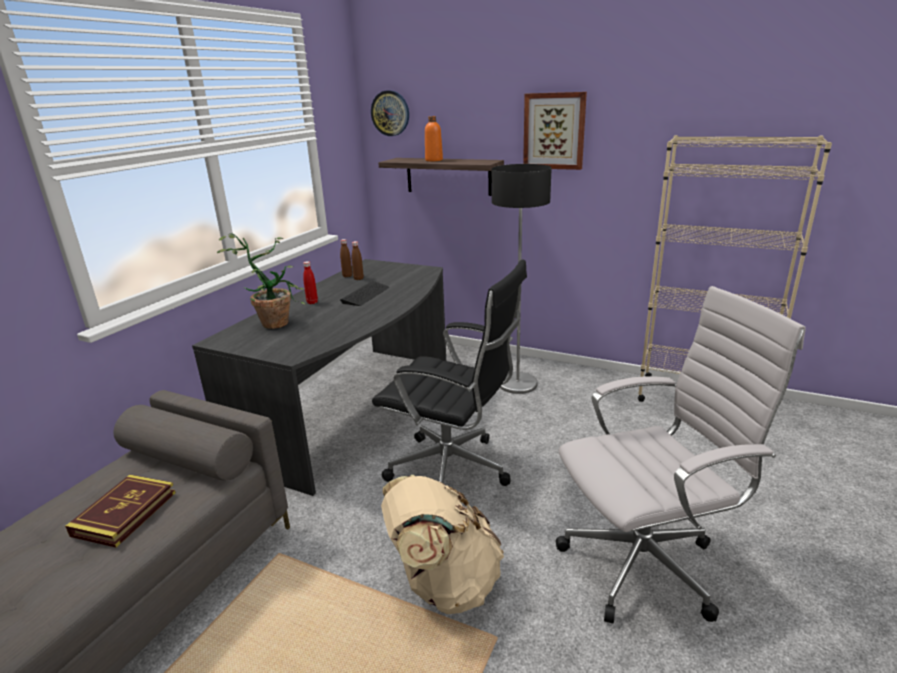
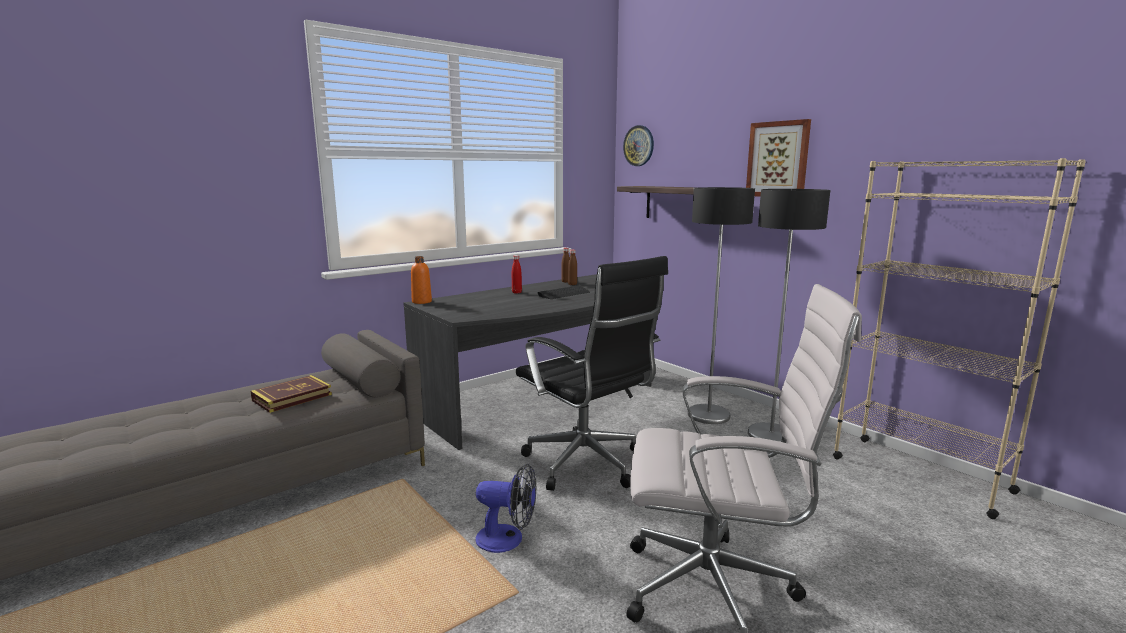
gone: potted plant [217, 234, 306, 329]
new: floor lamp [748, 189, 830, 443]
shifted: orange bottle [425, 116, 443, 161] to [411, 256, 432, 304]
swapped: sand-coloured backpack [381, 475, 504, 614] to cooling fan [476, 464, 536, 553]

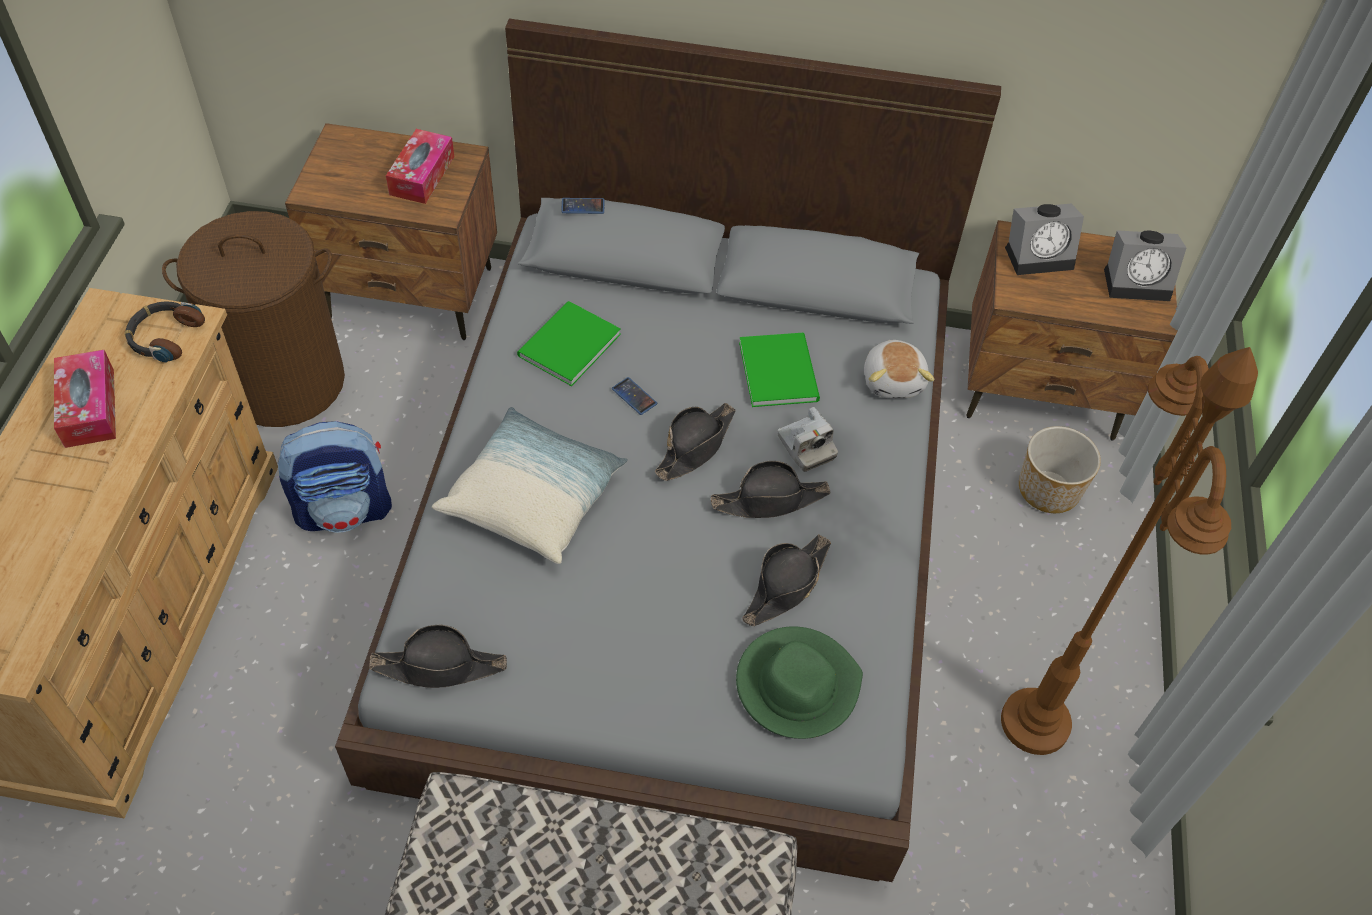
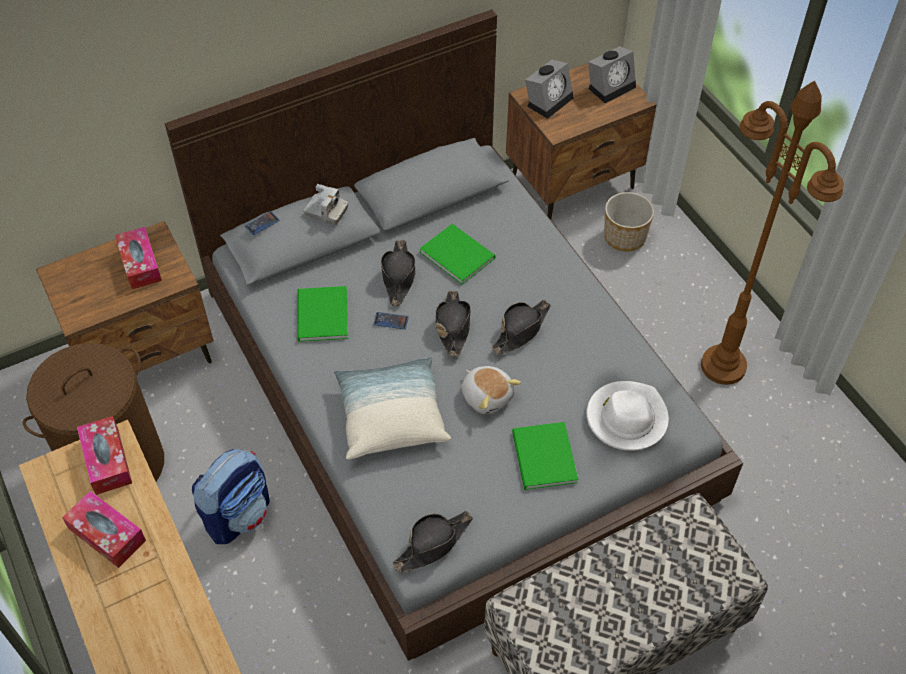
new: greenish book [512, 422, 578, 490]
shifted: plush toy [864, 340, 934, 399] to [462, 366, 521, 414]; photo camera [778, 407, 838, 472] to [304, 184, 348, 225]; blackish wearable hat [742, 534, 831, 626] to [381, 240, 416, 306]
swapped: pair of headphones [125, 301, 205, 363] to box of tissues [77, 416, 132, 495]
repainted: greenish wearable hat [736, 626, 863, 739] to white wearable hat [587, 381, 669, 451]

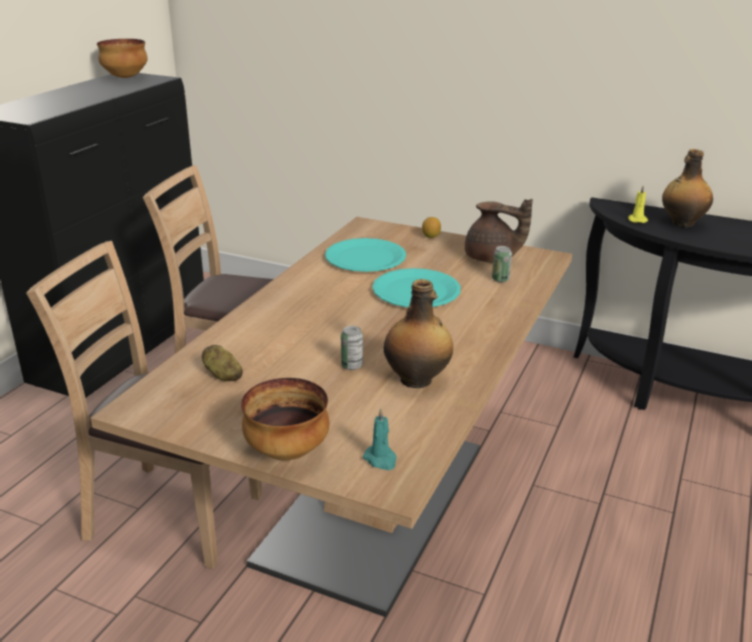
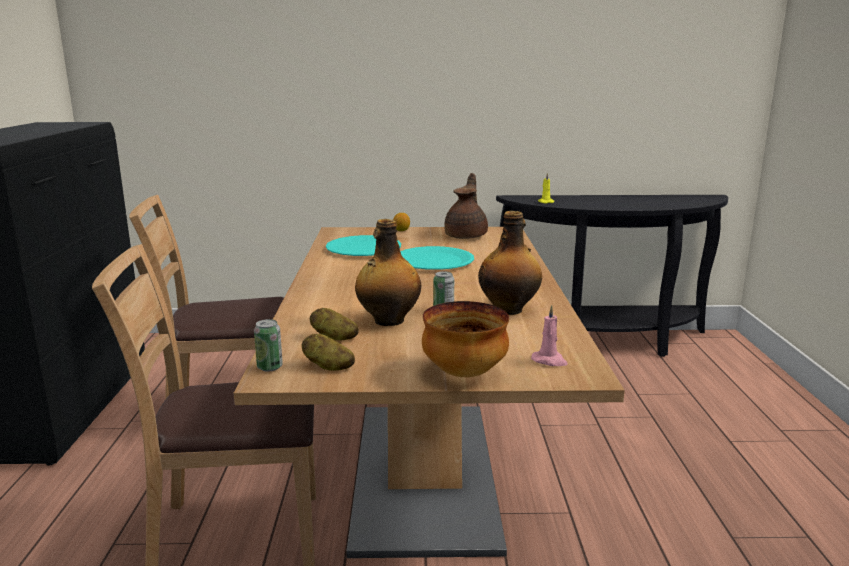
gone: serving bowl [97, 39, 148, 78]
new: whole potato [302, 334, 355, 371]
shifted: bottle [662, 149, 713, 227] to [355, 219, 421, 326]; sealed can [492, 246, 512, 283] to [254, 319, 283, 372]
repainted: blue-green wax candle [363, 408, 397, 470] to pink-coloured wax candle [531, 305, 568, 366]
rotated: brown pot for tea [465, 199, 533, 263] = [444, 173, 488, 239] 75 degrees counterclockwise

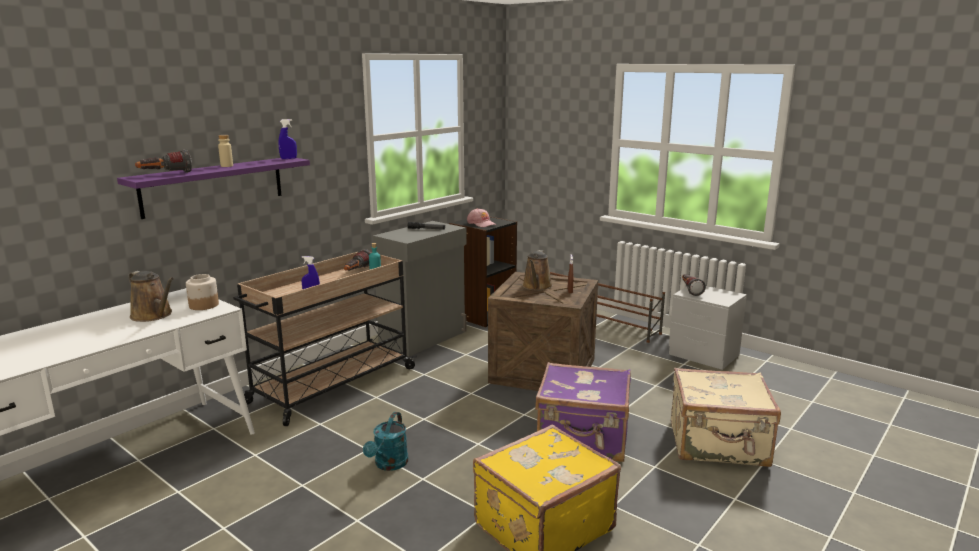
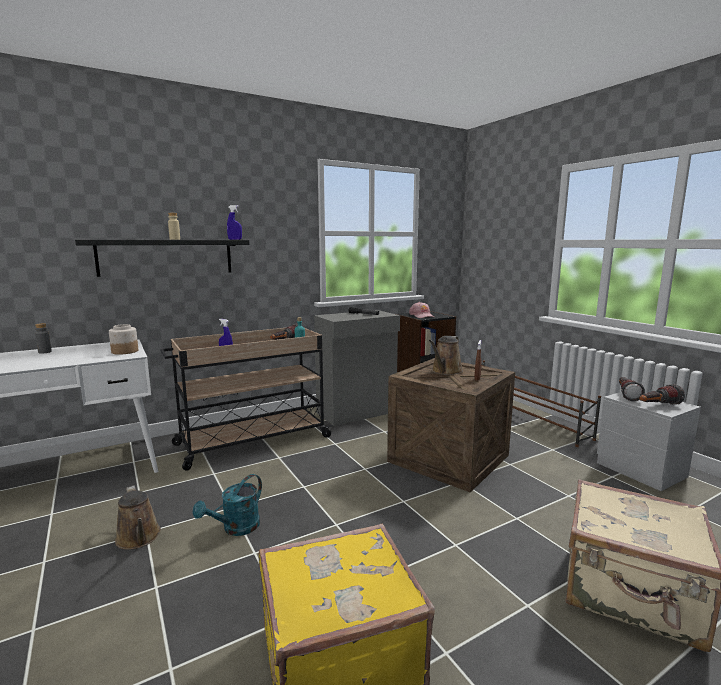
gone: purplish travel case [535, 362, 631, 462]
new: gray bottle [35, 323, 52, 354]
shifted: flashlight [135, 149, 192, 173] to [639, 384, 685, 405]; brown watering can [129, 271, 174, 322] to [115, 486, 161, 550]
repainted: purplish bracket shelf [117, 158, 310, 219] to blackish bracket shelf [75, 240, 249, 277]

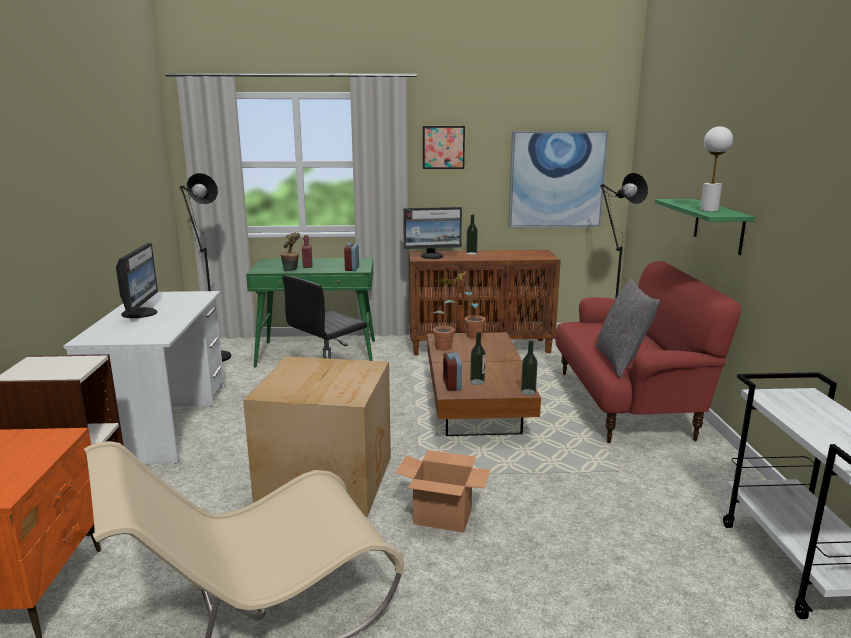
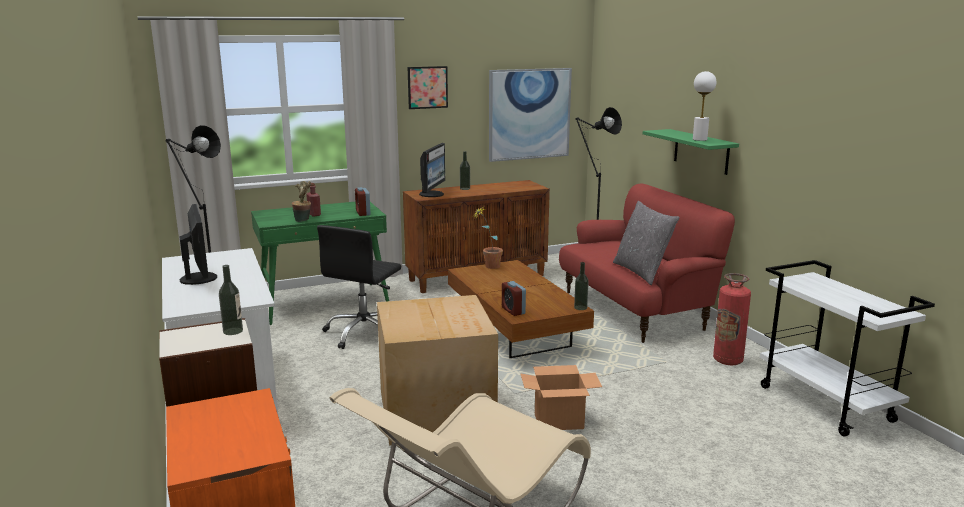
gone: potted plant [430, 277, 457, 351]
new: fire-fighting cylinder [713, 273, 751, 365]
shifted: bottle [470, 332, 485, 385] to [219, 265, 243, 335]
rotated: computer display [403, 207, 462, 259] = [419, 143, 445, 197] 45 degrees counterclockwise

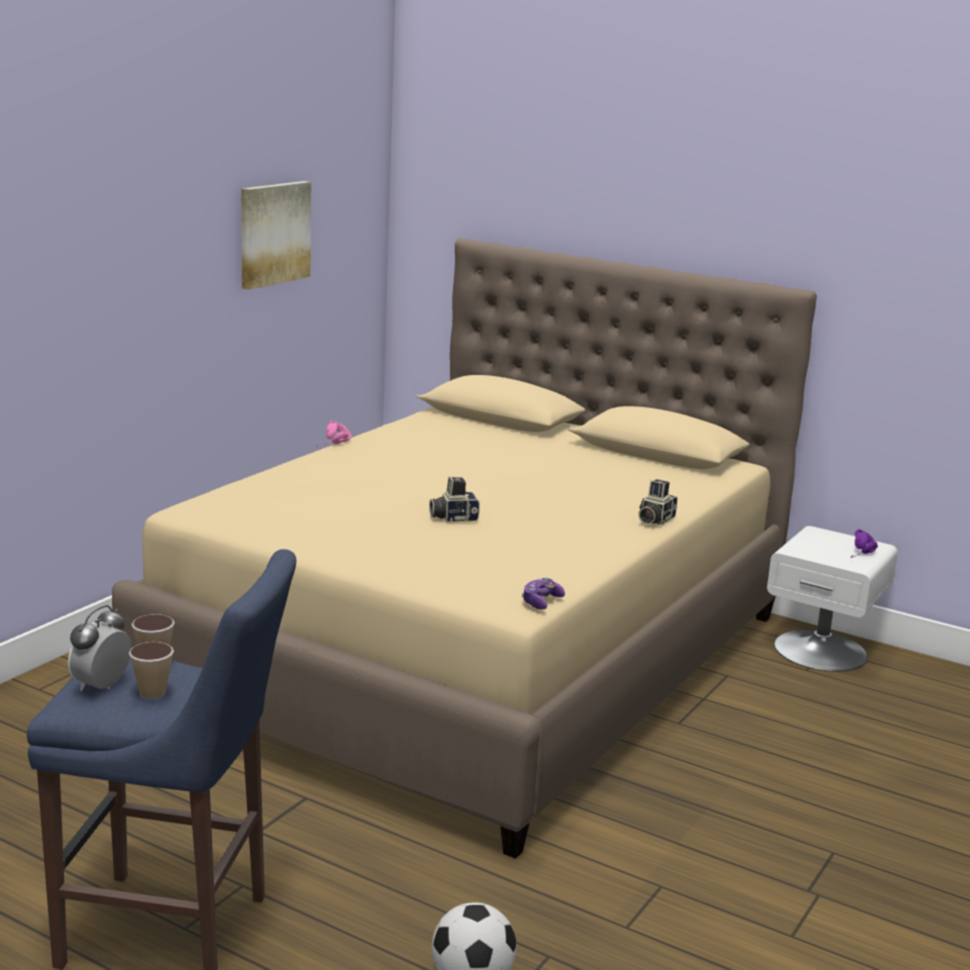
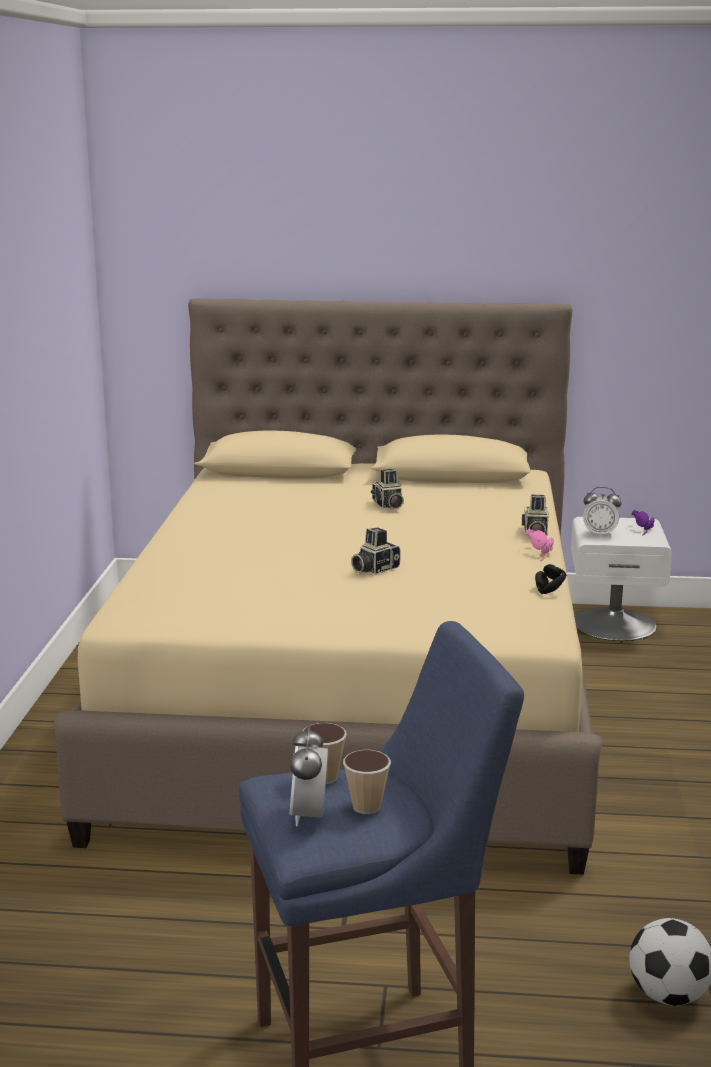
gone: wall picture [241, 181, 311, 290]; gamepad [522, 578, 565, 610]
new: photo camera [371, 469, 404, 509]; alarm clock [583, 487, 622, 537]; blackish pair of headphones [535, 564, 567, 594]
shifted: pink-coloured pair of headphones [317, 420, 352, 447] to [525, 529, 554, 561]

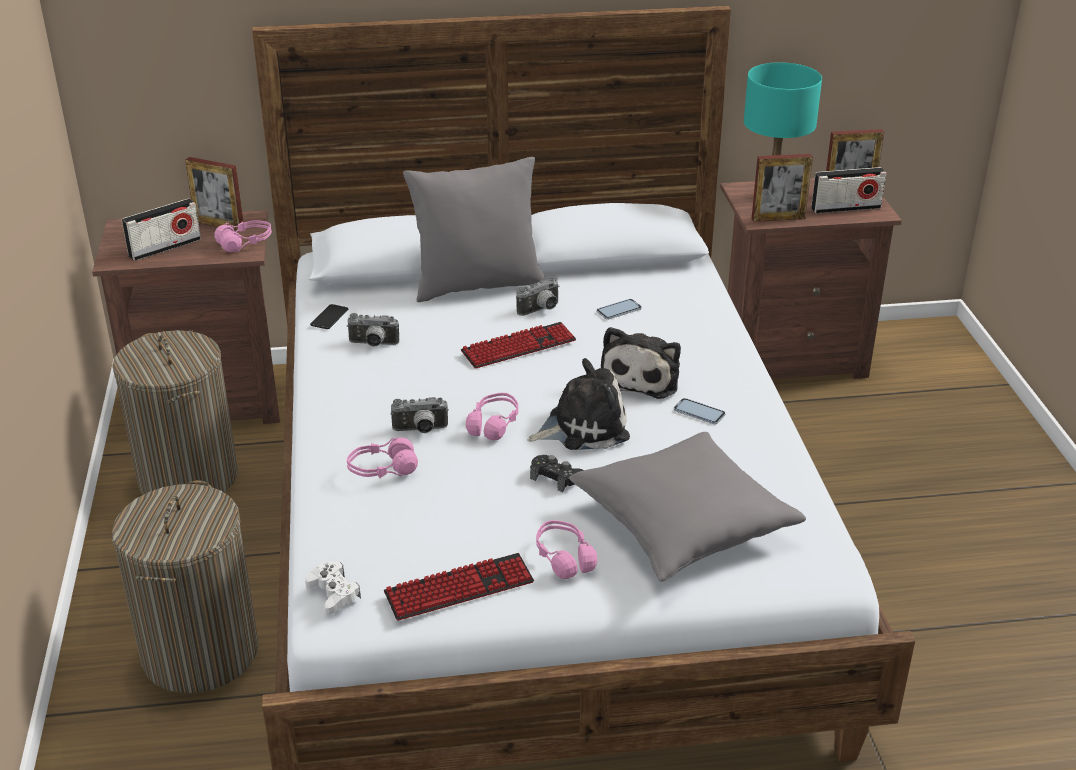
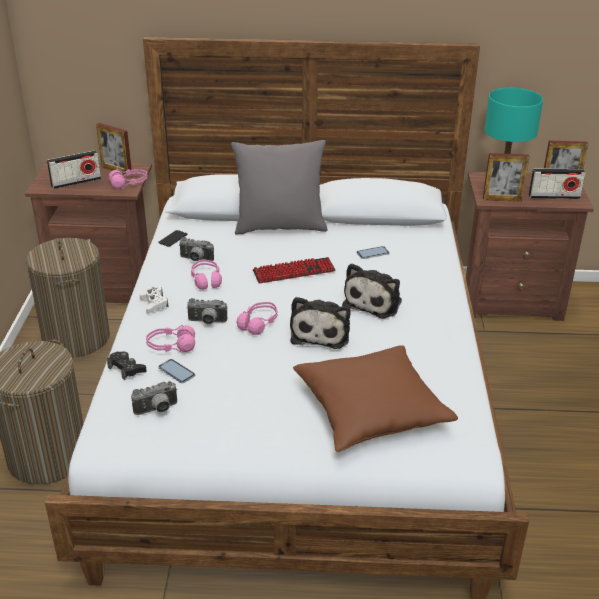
gone: PC keyboard [384, 553, 534, 621]
shifted: photo camera [516, 278, 560, 316] to [131, 381, 178, 415]; telephone [674, 398, 726, 424] to [158, 359, 195, 383]; blackish gamepad [530, 455, 584, 492] to [107, 352, 147, 380]; pink-coloured pair of headphones [536, 520, 597, 579] to [191, 259, 222, 290]; white gamepad [305, 561, 361, 615] to [139, 286, 169, 314]
repainted: gray pillow [569, 432, 806, 582] to brown pillow [293, 345, 458, 452]
rotated: plush toy [527, 358, 630, 450] = [290, 297, 351, 349] 105 degrees clockwise

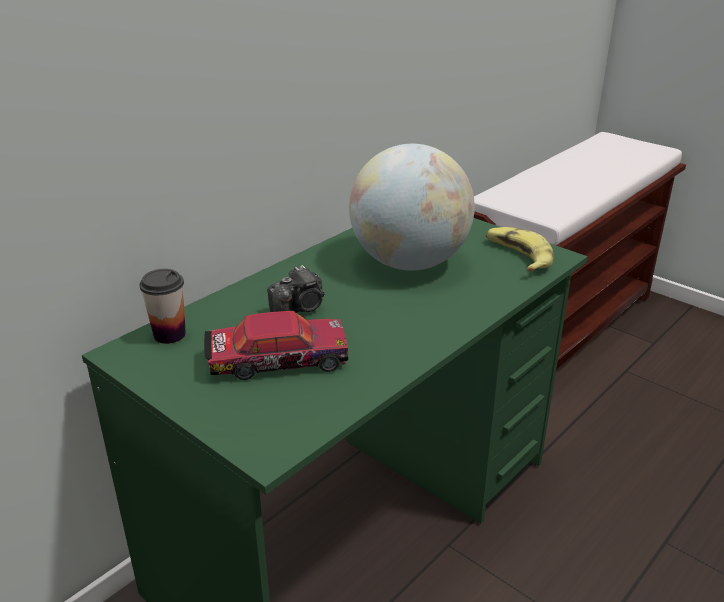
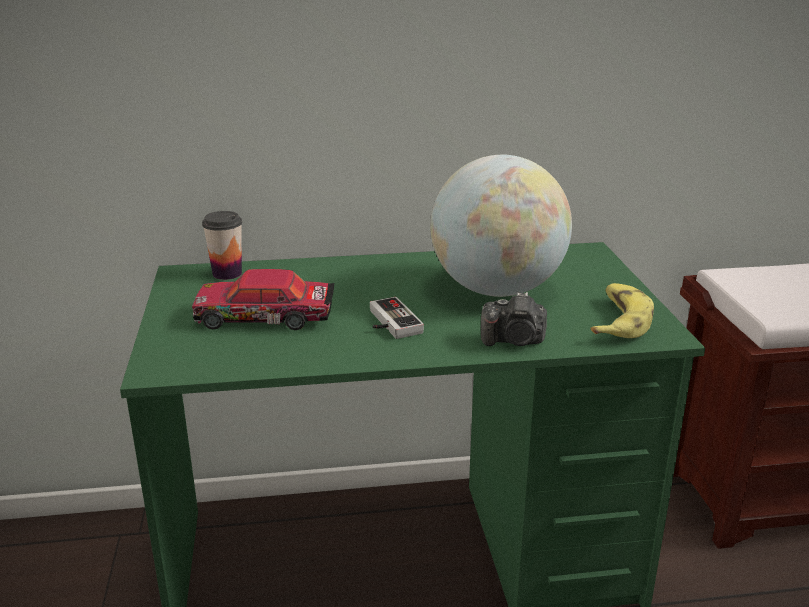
new: gamepad [370, 297, 424, 339]
shifted: photo camera [267, 265, 325, 313] to [481, 292, 547, 346]
rotated: model car [204, 311, 348, 380] = [192, 269, 334, 330] 150 degrees clockwise

